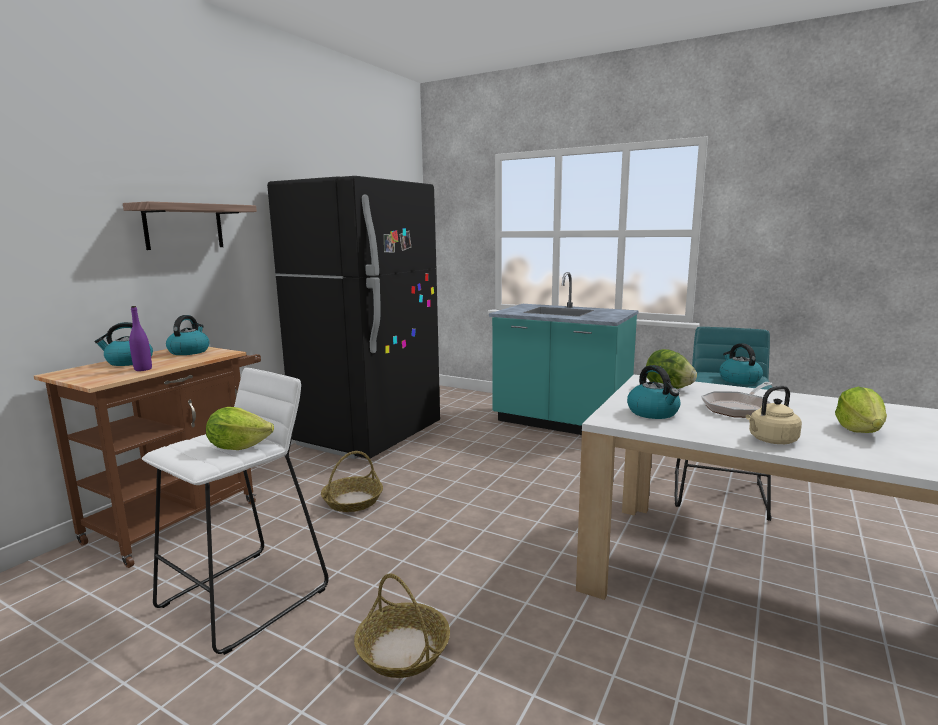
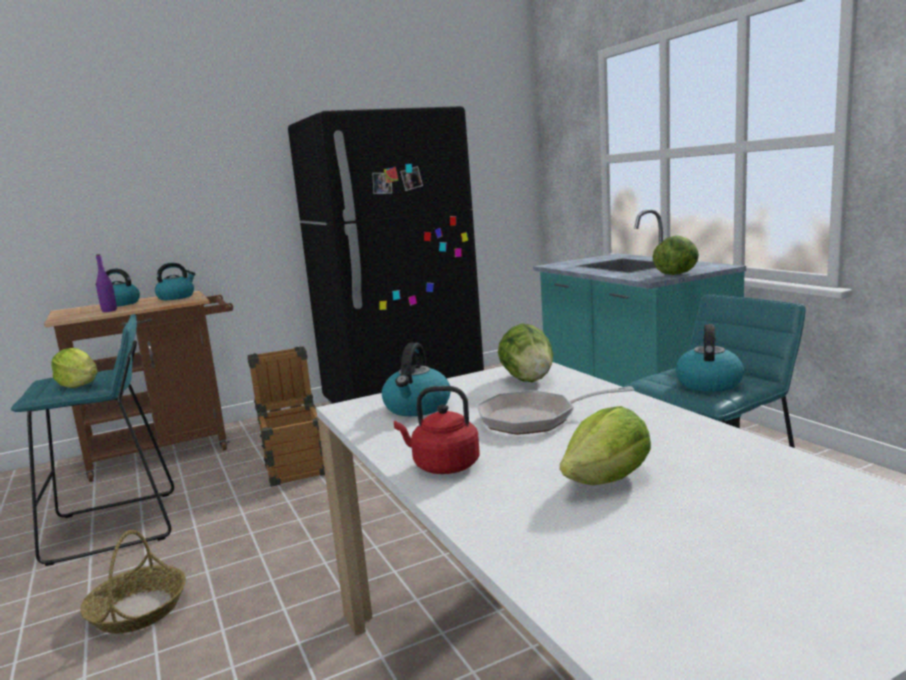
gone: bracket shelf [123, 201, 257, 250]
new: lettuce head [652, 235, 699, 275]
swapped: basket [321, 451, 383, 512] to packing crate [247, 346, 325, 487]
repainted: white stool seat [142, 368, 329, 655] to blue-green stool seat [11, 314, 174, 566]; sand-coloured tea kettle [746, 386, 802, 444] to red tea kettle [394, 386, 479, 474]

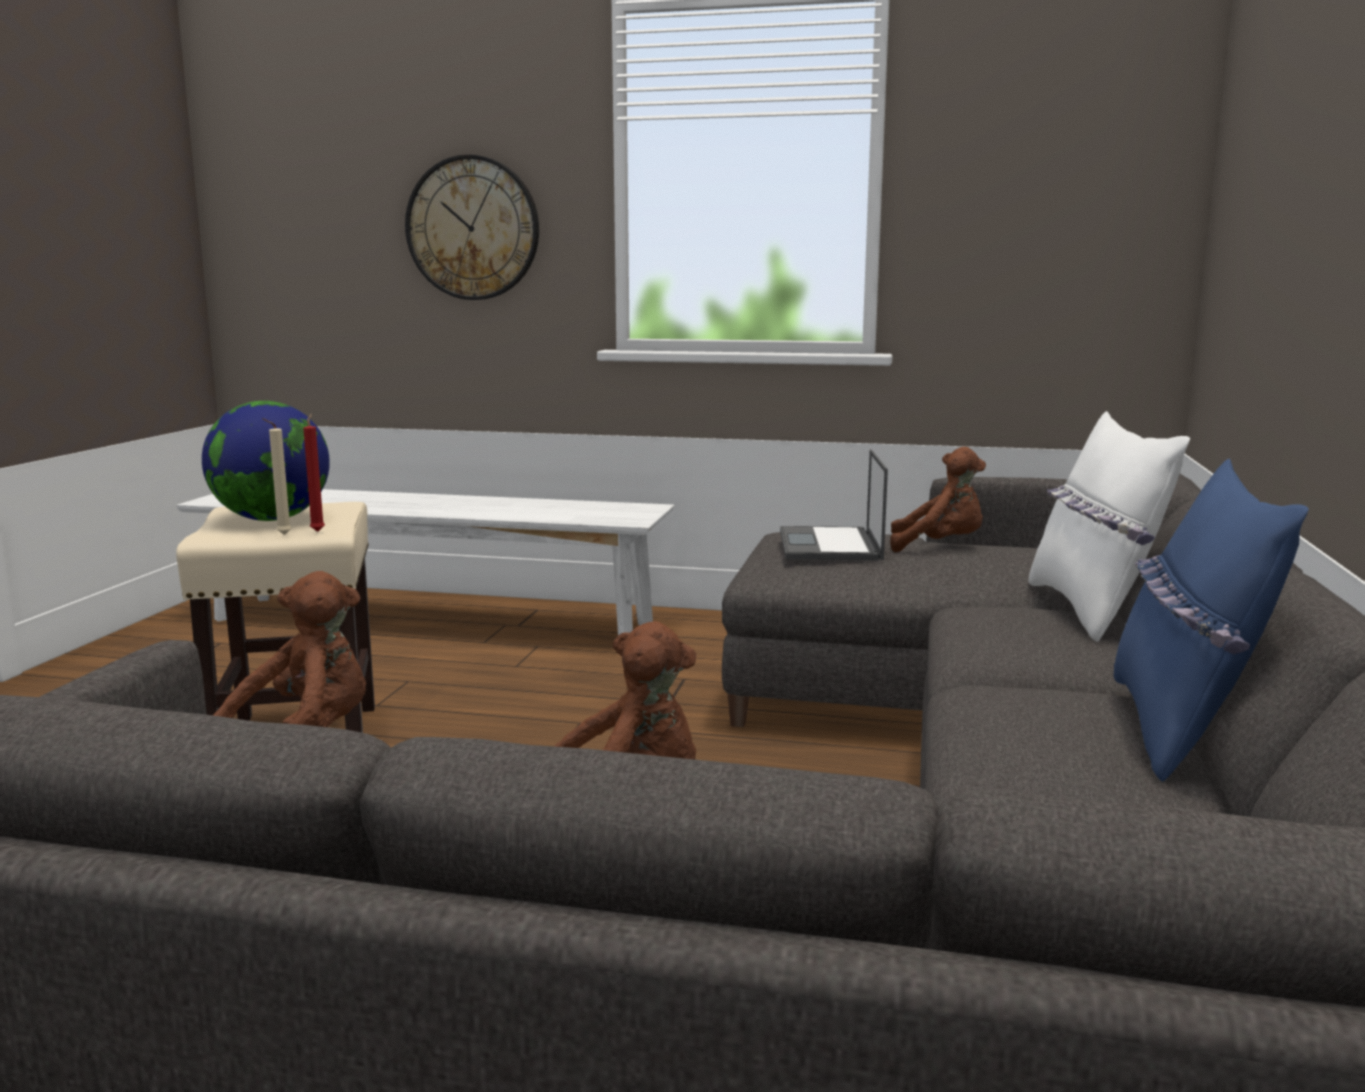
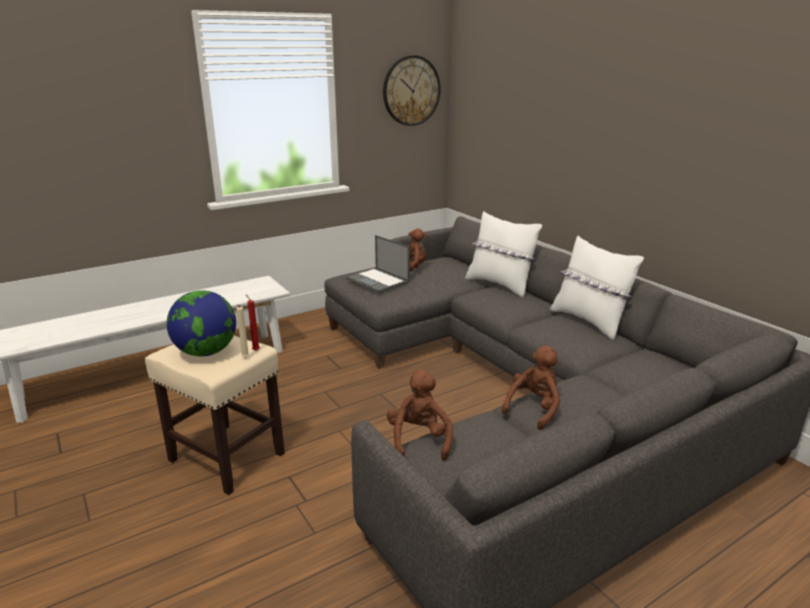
shifted: wall clock [405, 154, 539, 300] to [383, 55, 441, 126]
repainted: blue pillow [1114, 459, 1309, 782] to white pillow [550, 236, 644, 340]

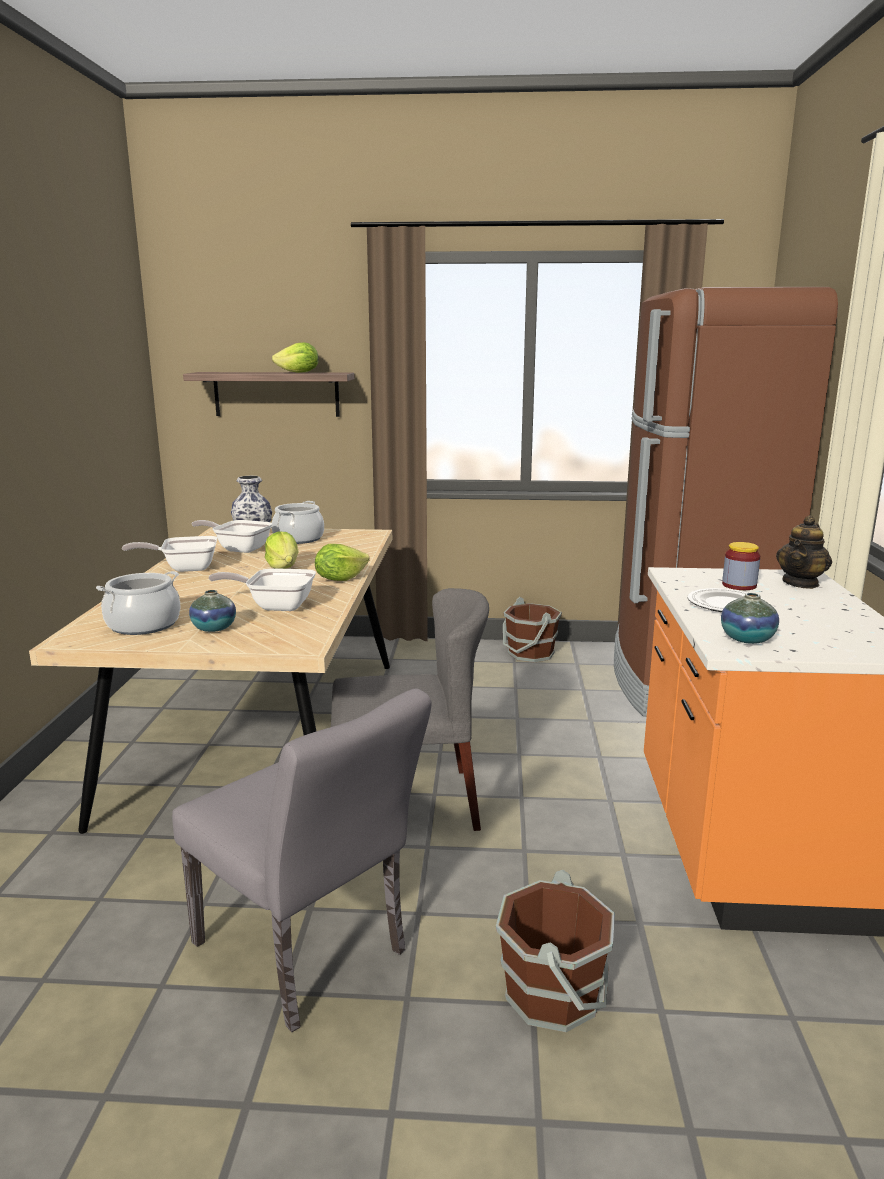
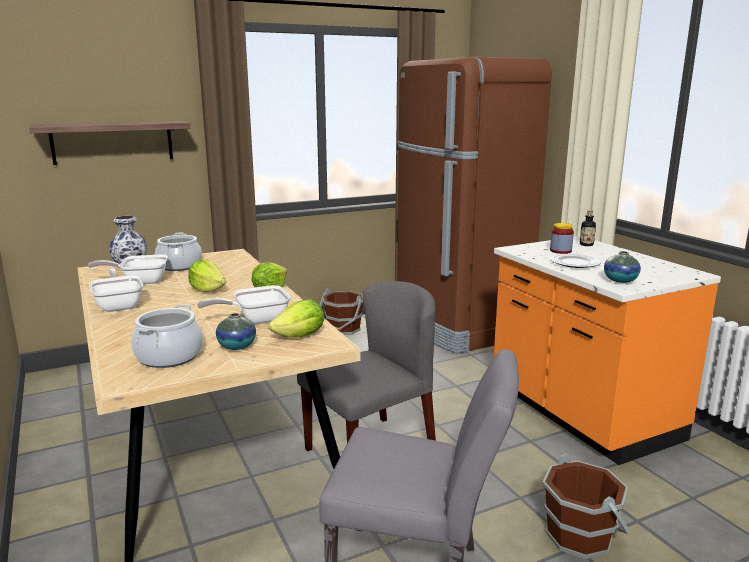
shifted: lettuce head [272, 342, 319, 373] to [268, 300, 324, 337]
swapped: pot for tea [776, 515, 832, 589] to bottle [580, 210, 596, 246]
rotated: pan [122, 536, 217, 572] = [89, 268, 143, 312] 105 degrees clockwise

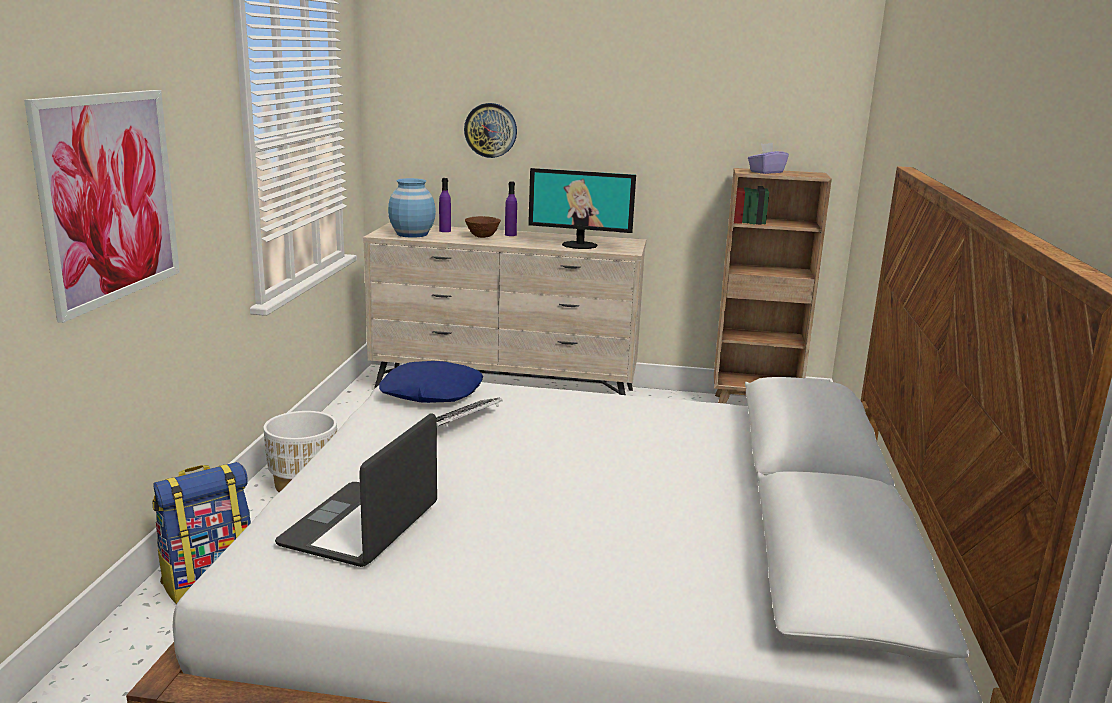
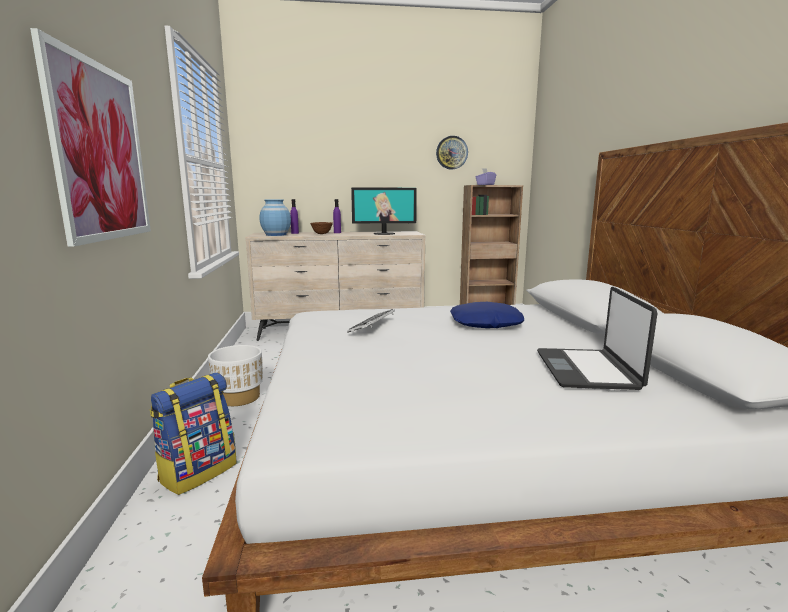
shifted: wall clock [464, 103, 517, 158] to [436, 136, 468, 170]; blue pillow [379, 361, 483, 403] to [450, 302, 524, 328]; portable computer [275, 414, 437, 567] to [537, 287, 657, 390]

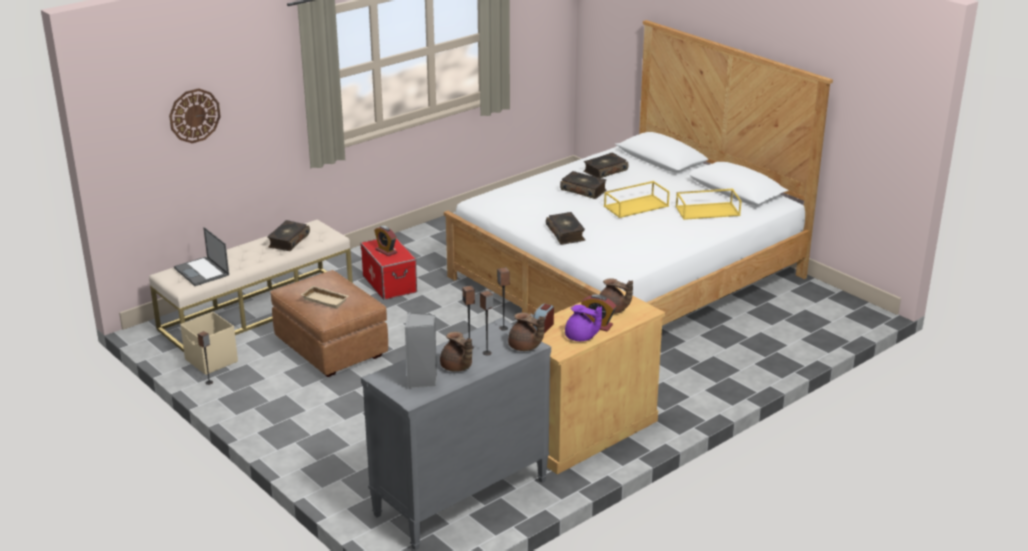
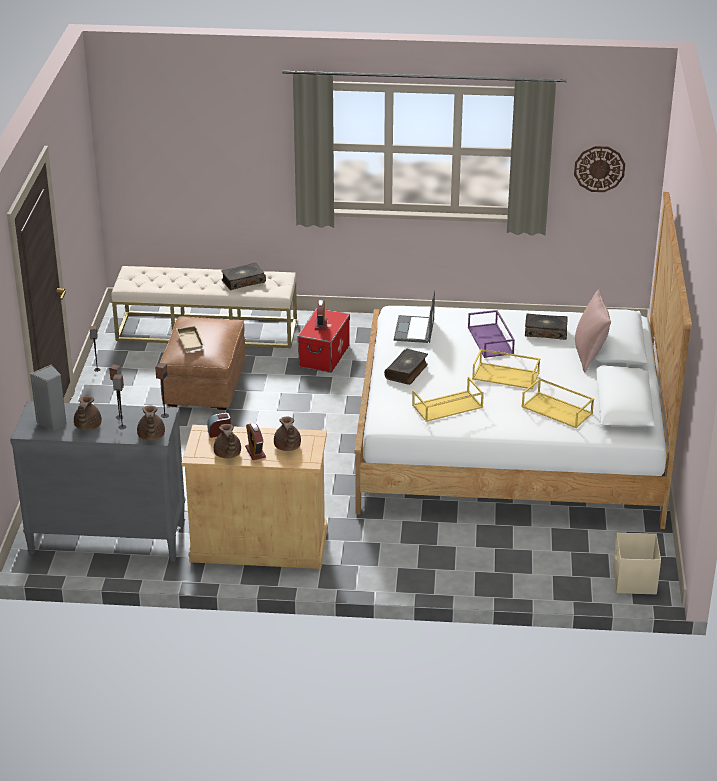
new: pink-coloured pillow [575, 289, 611, 372]; yellow-coloured carrying tray [412, 377, 484, 422]
shifted: wall clock [169, 88, 221, 143] to [574, 146, 625, 192]; portable computer [174, 227, 229, 286] to [394, 290, 435, 343]; sand-coloured storage container [180, 312, 238, 375] to [613, 533, 661, 594]
swapped: book [560, 171, 606, 199] to purplish carrying tray [468, 310, 515, 358]
repainted: purplish pot for tea [565, 305, 602, 341] to brown pot for tea [214, 424, 241, 459]

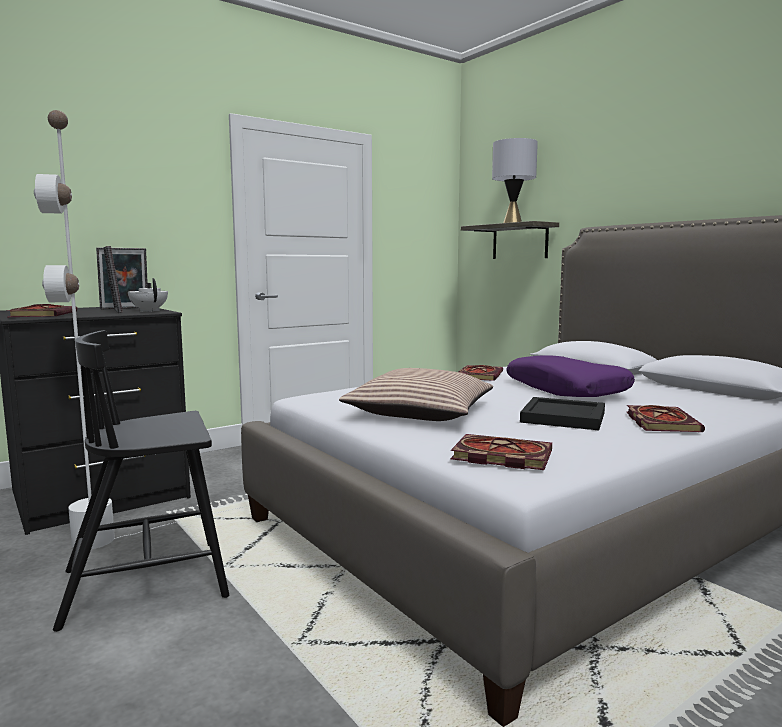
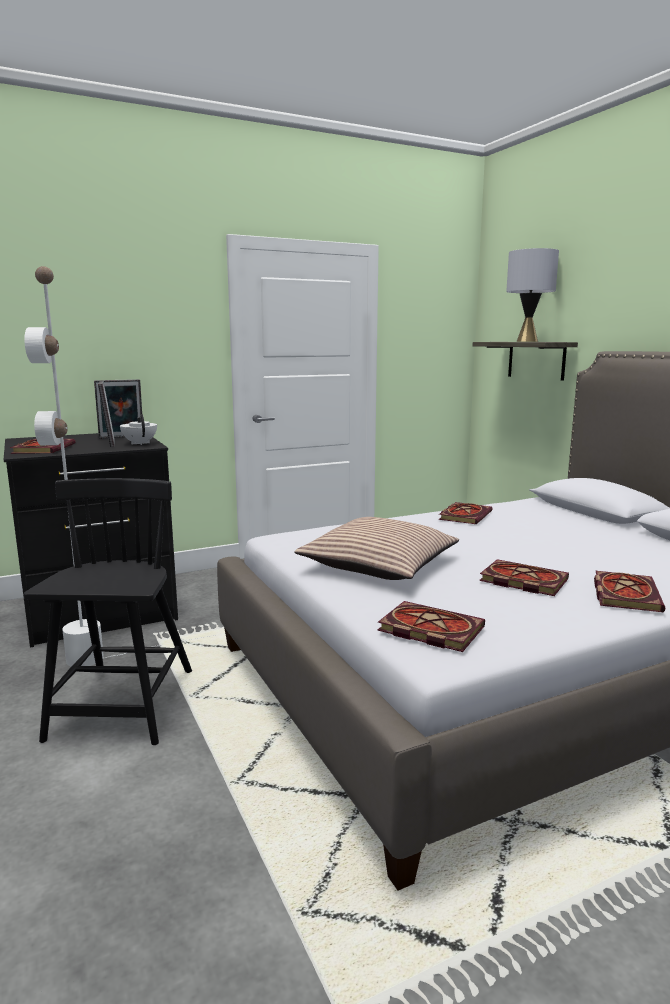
gone: purplish pillow [506, 355, 635, 397]
swapped: blackish carrying tray [520, 397, 605, 430] to book [479, 559, 569, 596]
rotated: blackish upright chair [53, 330, 229, 632] = [24, 478, 192, 745] 105 degrees clockwise

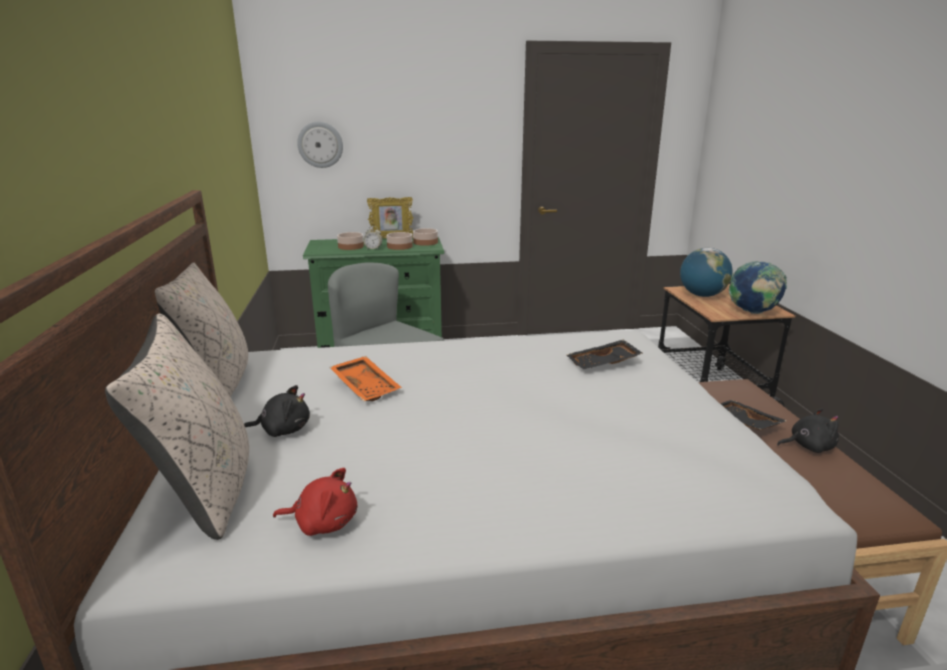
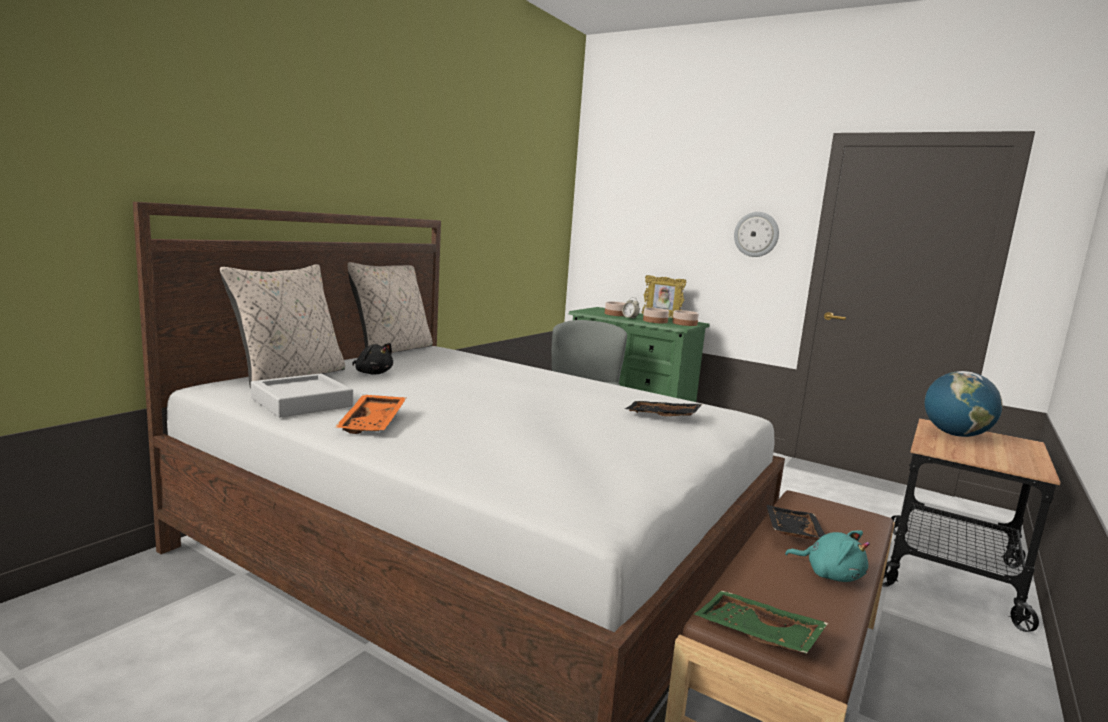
gone: desk globe [729, 261, 787, 314]
new: greenish carrying tray [694, 590, 828, 654]
shifted: wall clock [297, 122, 343, 168] to [734, 212, 779, 257]; orange carrying tray [330, 356, 402, 401] to [335, 395, 406, 434]
swapped: red plush toy [273, 468, 357, 536] to gray carrying tray [251, 373, 353, 418]
repainted: blackish plush toy [777, 408, 839, 453] to blue-green plush toy [785, 531, 870, 582]

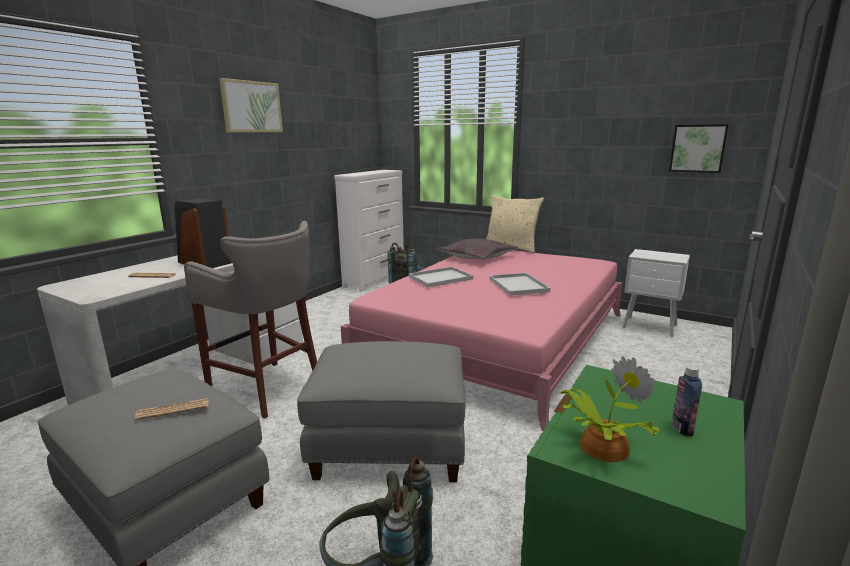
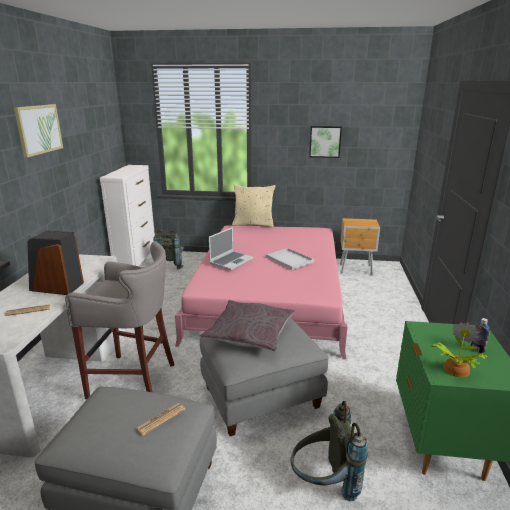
shifted: wall picture [669, 124, 729, 173] to [309, 126, 342, 158]; gray pillow [436, 238, 518, 260] to [200, 300, 295, 351]
swapped: white carrying tray [409, 267, 473, 288] to portable computer [209, 227, 253, 270]
repainted: white bedside table [622, 249, 690, 337] to brown bedside table [340, 218, 380, 275]

